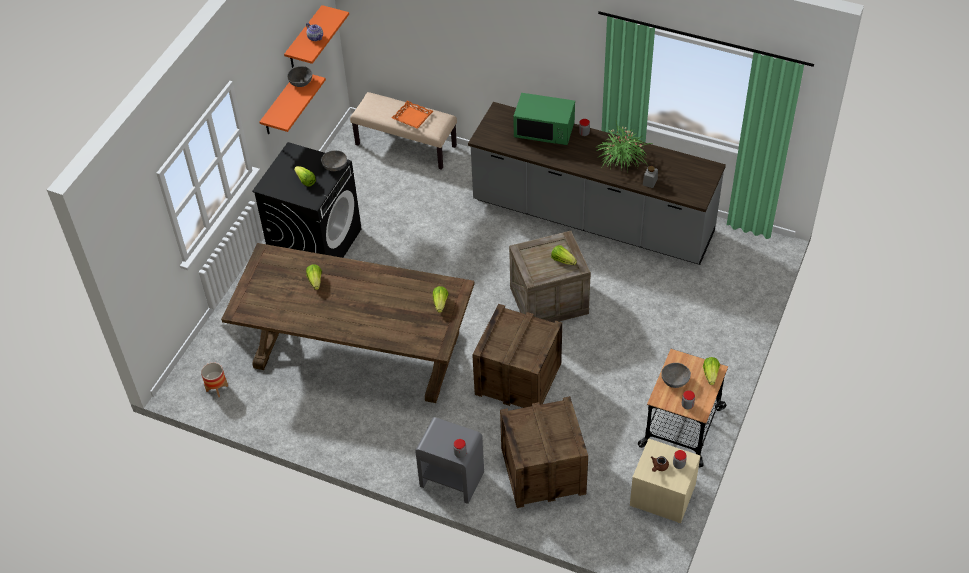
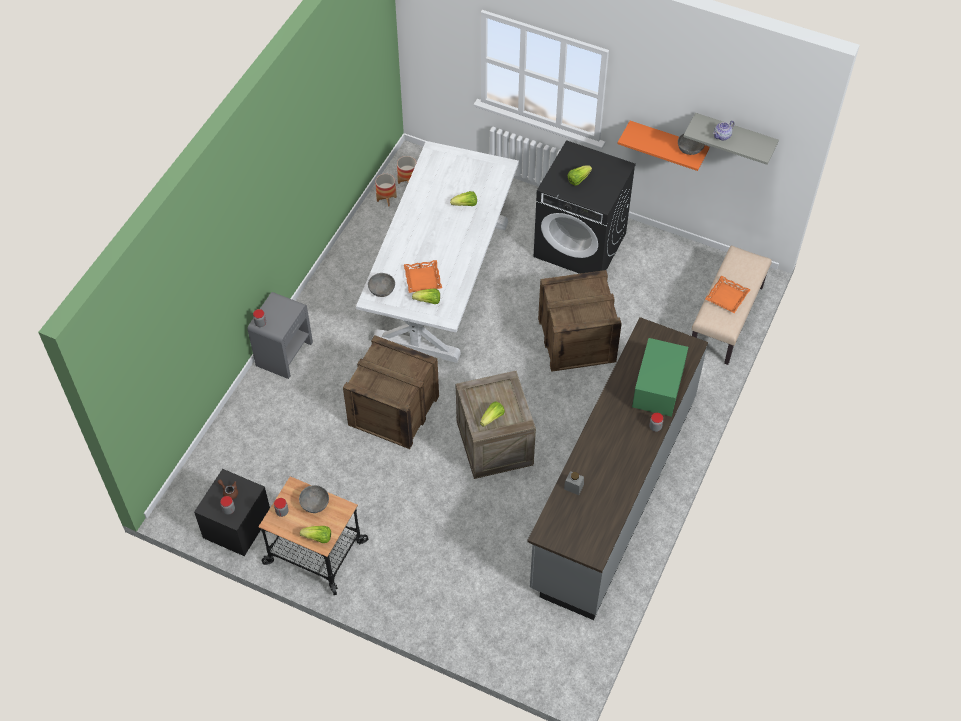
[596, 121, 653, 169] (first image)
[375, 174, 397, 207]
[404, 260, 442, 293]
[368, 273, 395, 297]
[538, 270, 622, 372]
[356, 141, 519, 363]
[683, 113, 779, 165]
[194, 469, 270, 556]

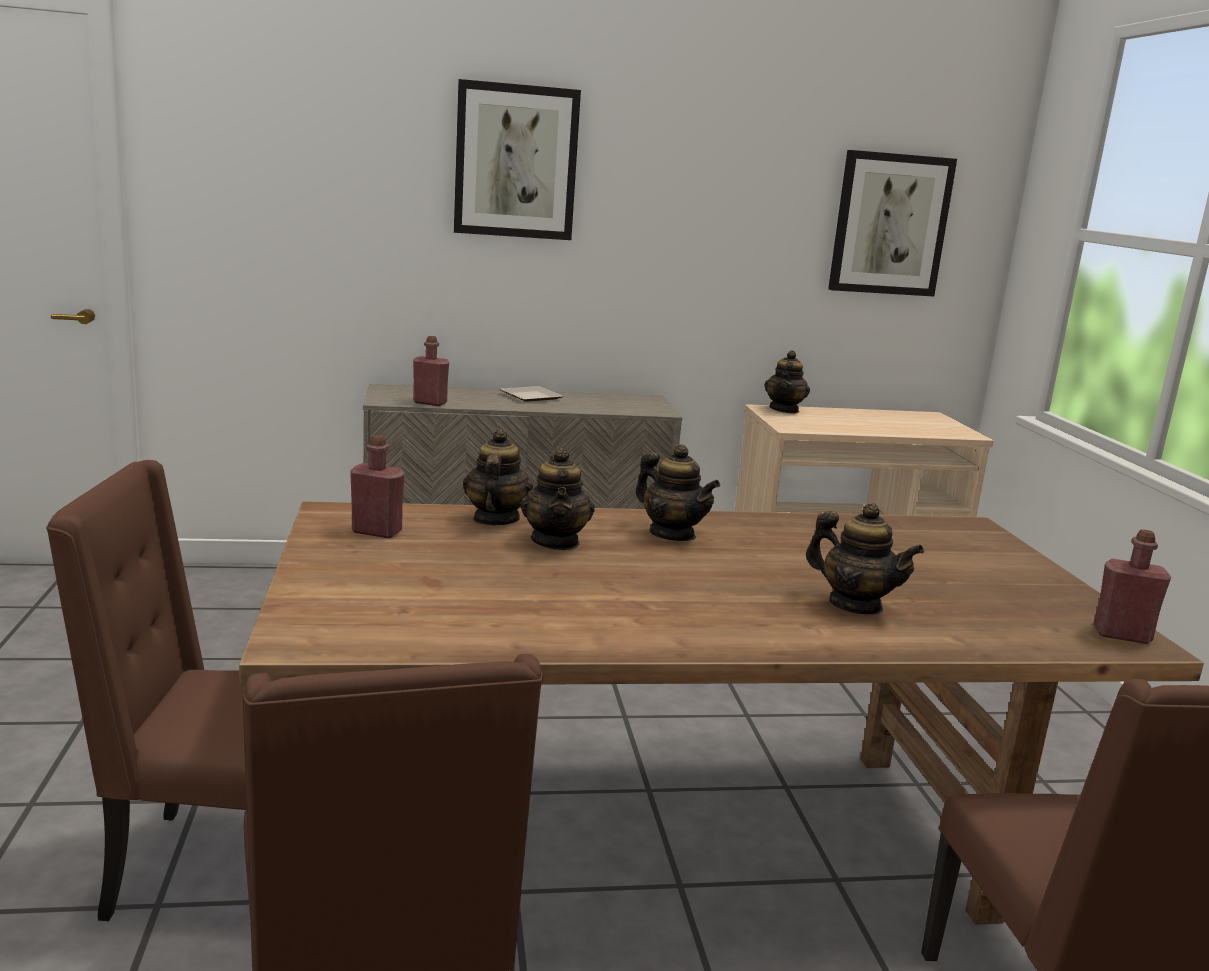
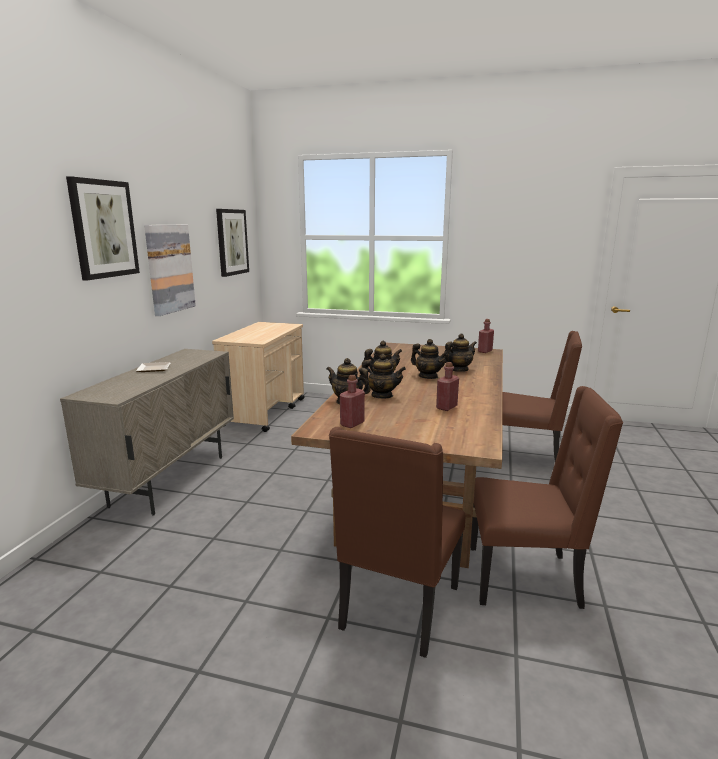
[144, 225, 196, 316]
[436, 362, 459, 411]
[411, 339, 448, 379]

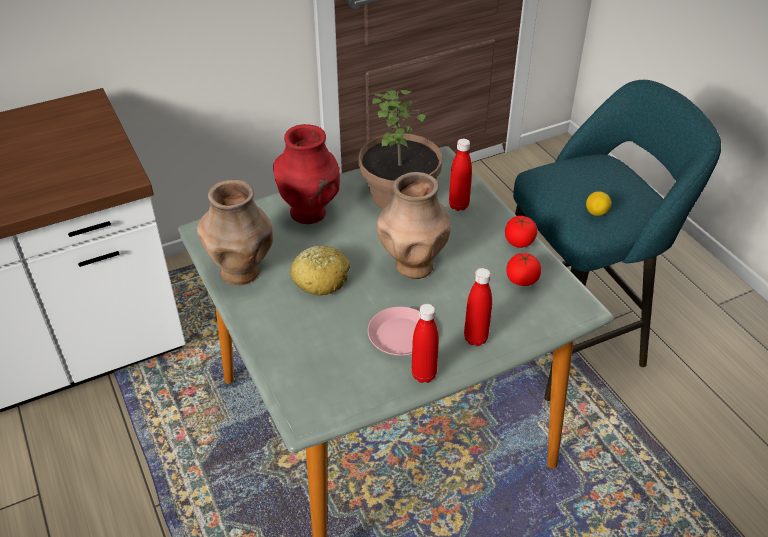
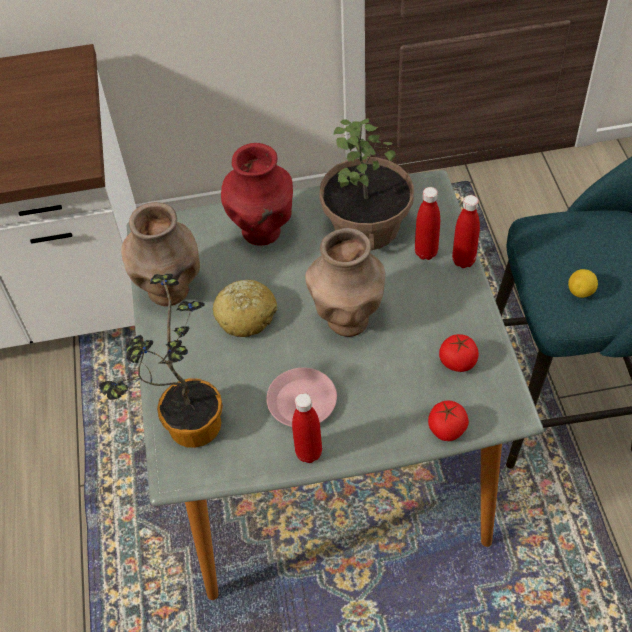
[99, 274, 223, 448]
[452, 195, 480, 268]
[428, 401, 469, 441]

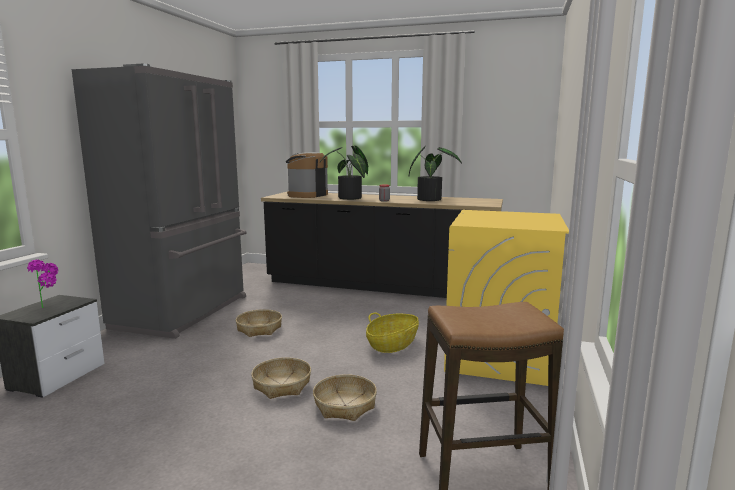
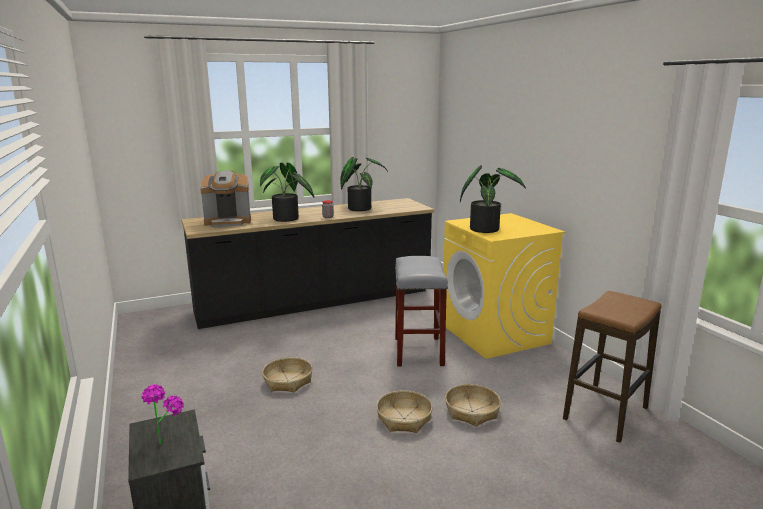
[72, 64, 247, 339] (first image)
[460, 165, 526, 233]
[395, 256, 448, 366]
[200, 171, 251, 227]

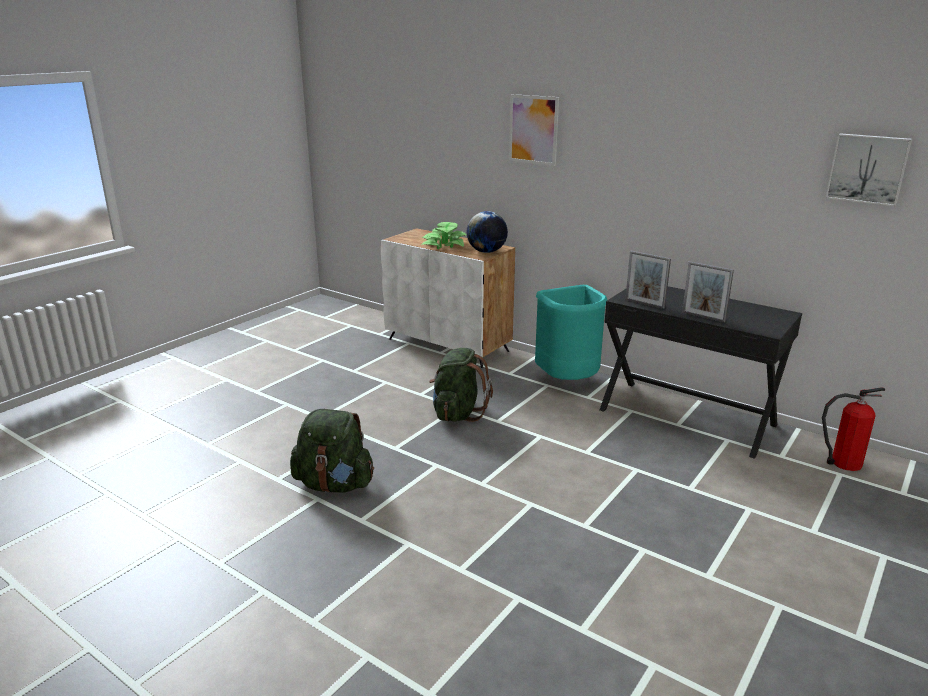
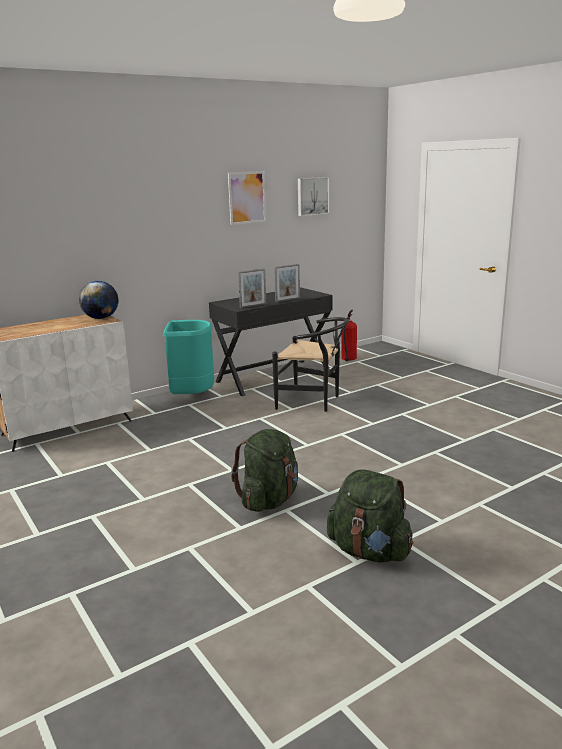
[421, 222, 466, 249] (first image)
[272, 317, 349, 412]
[327, 469, 413, 563]
[228, 171, 266, 225]

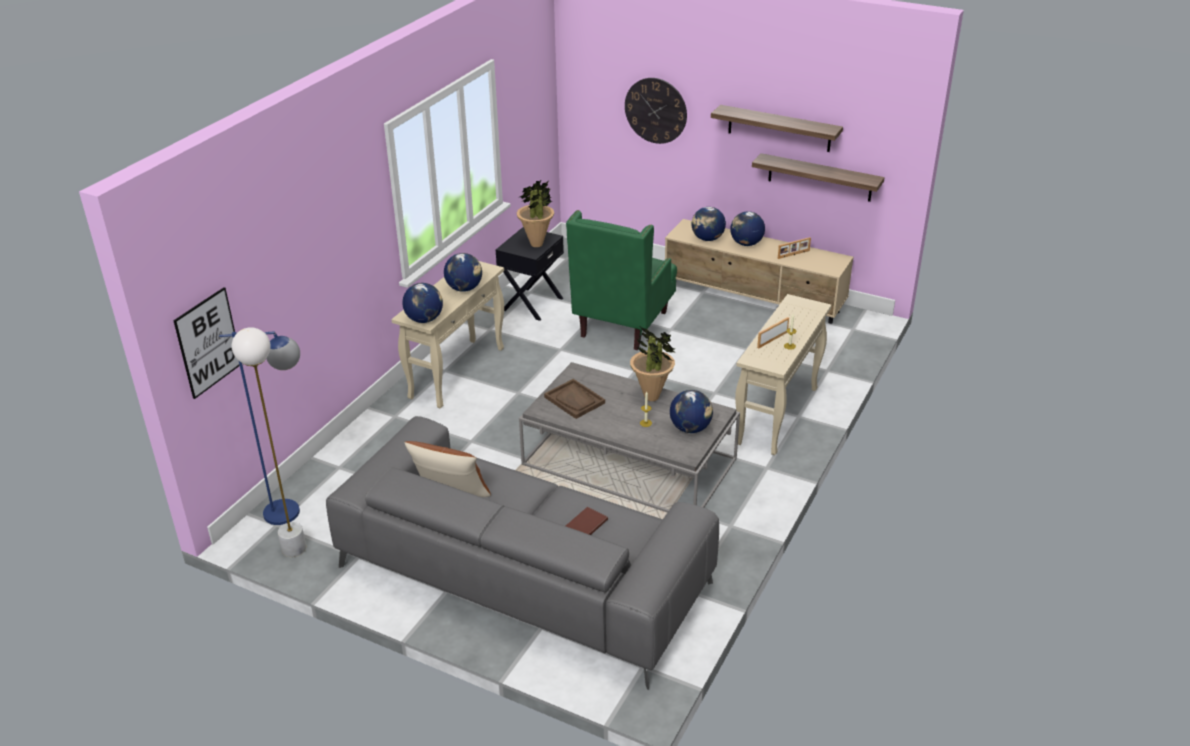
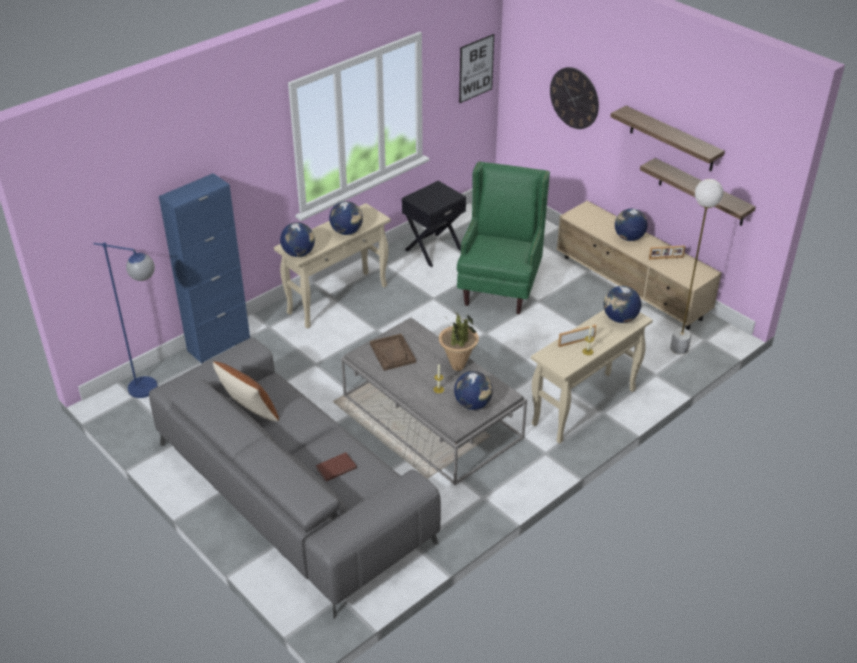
[517, 179, 554, 247] (first image)
[159, 173, 250, 364]
[459, 34, 494, 103]
[670, 179, 723, 354]
[604, 286, 641, 323]
[457, 162, 550, 314]

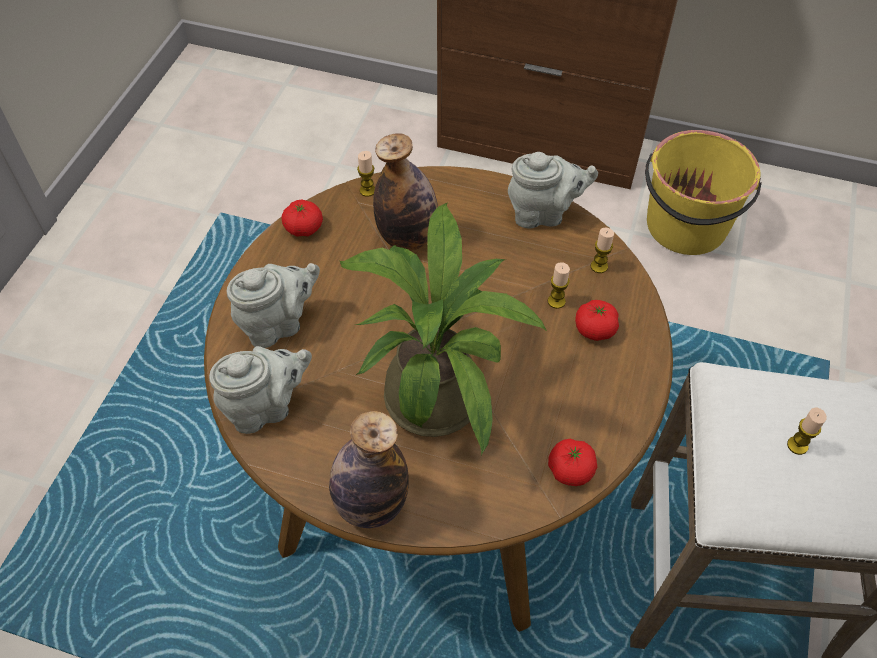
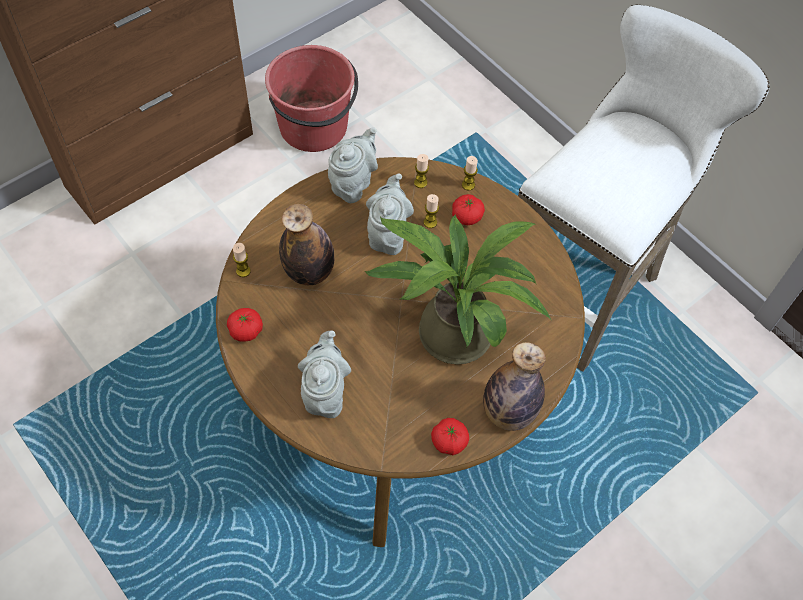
[366, 173, 414, 255]
[431, 418, 469, 455]
[462, 156, 478, 190]
[265, 45, 358, 152]

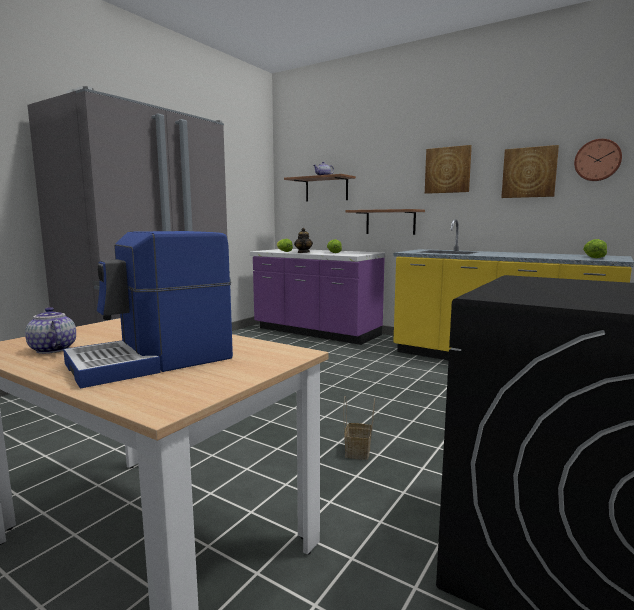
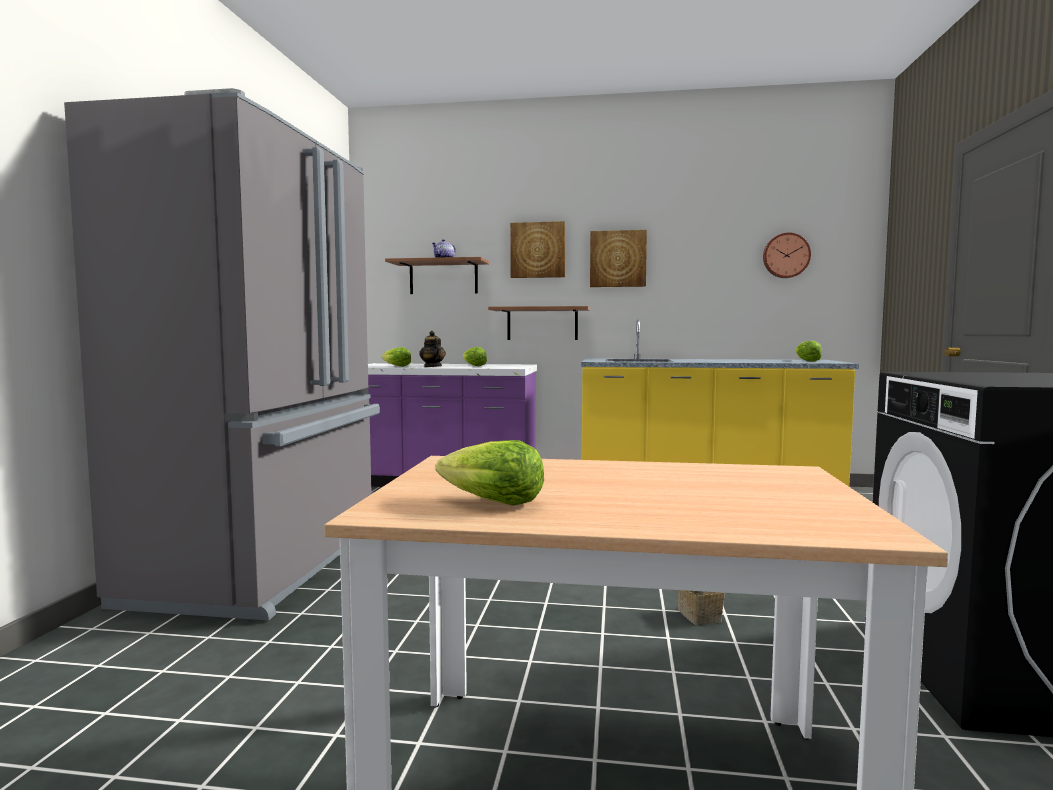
[63, 231, 233, 388] (first image)
[510, 221, 565, 278]
[436, 440, 544, 506]

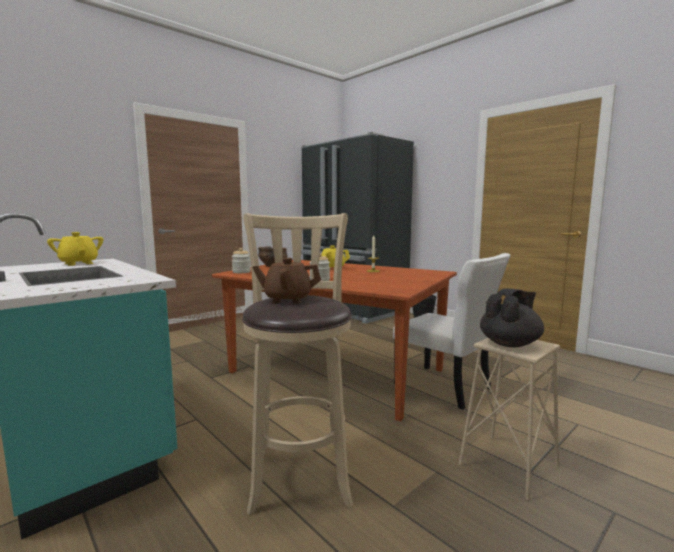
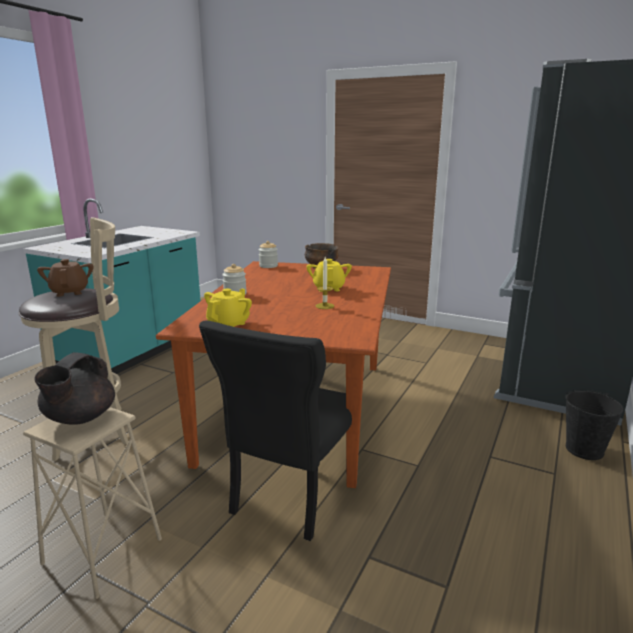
[204, 289, 252, 327]
[199, 321, 352, 541]
[34, 352, 115, 425]

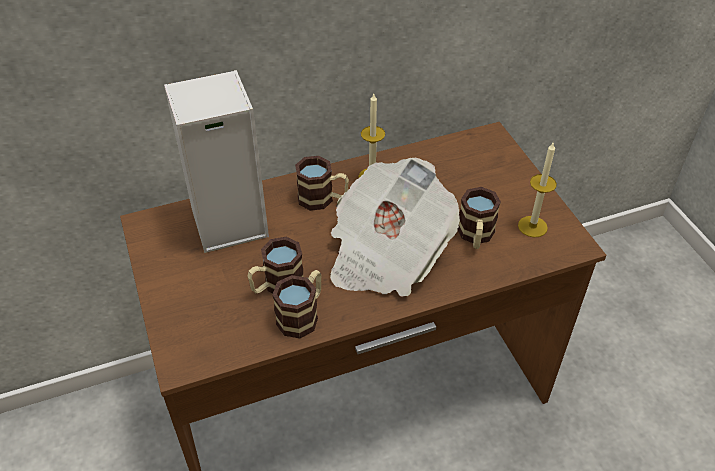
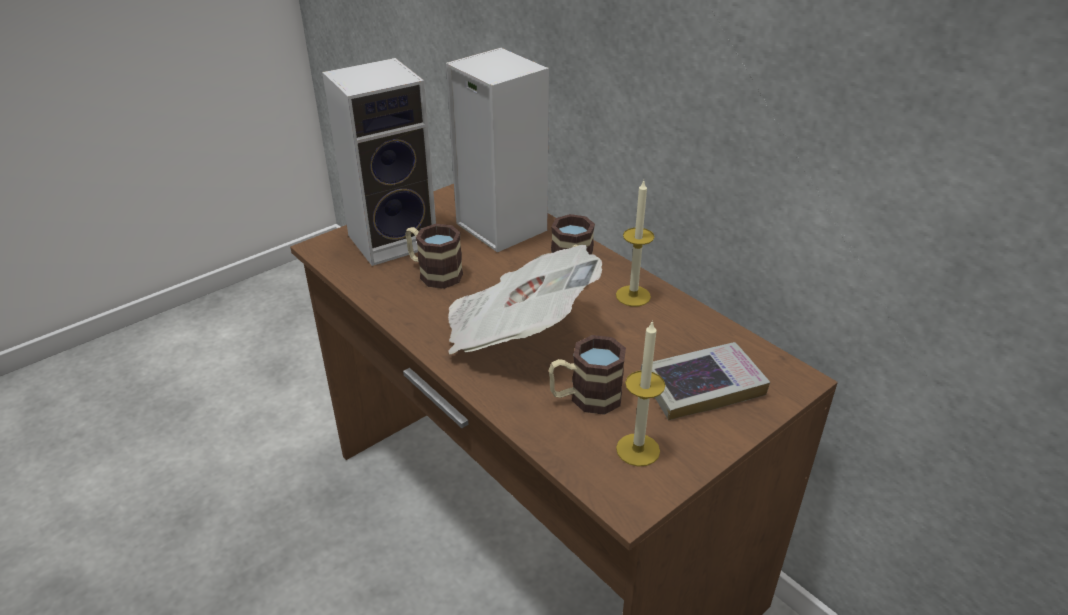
[272, 270, 321, 338] (first image)
[322, 58, 436, 266]
[640, 342, 770, 420]

